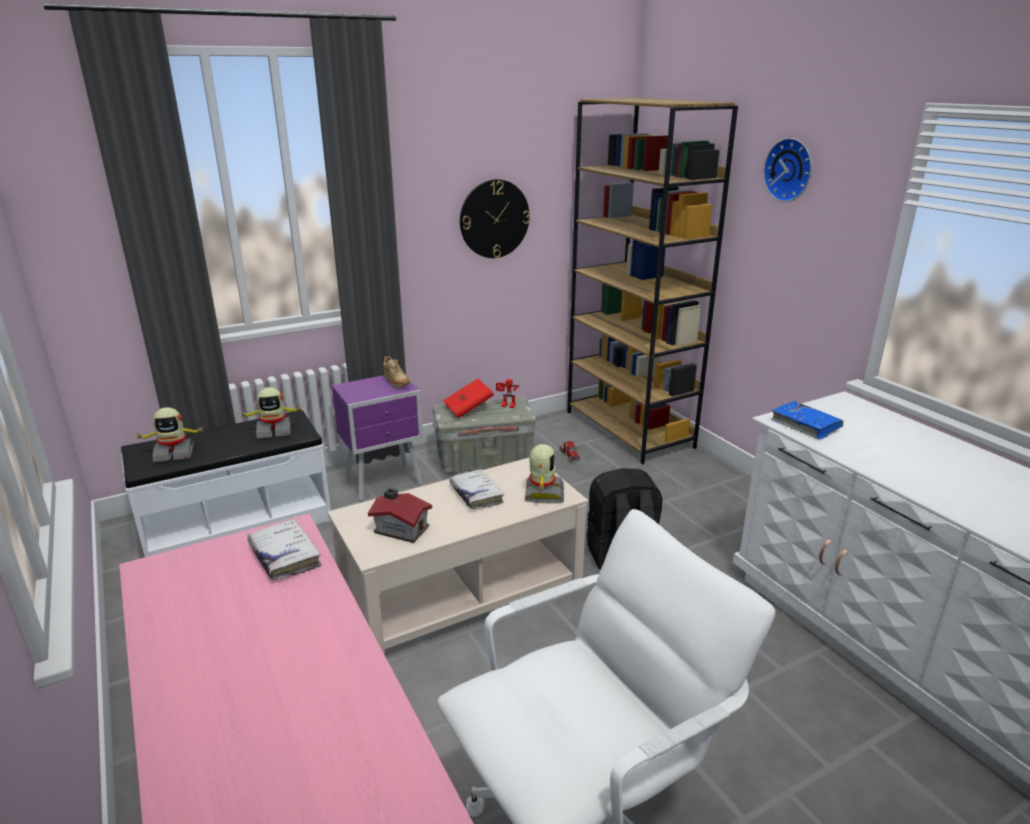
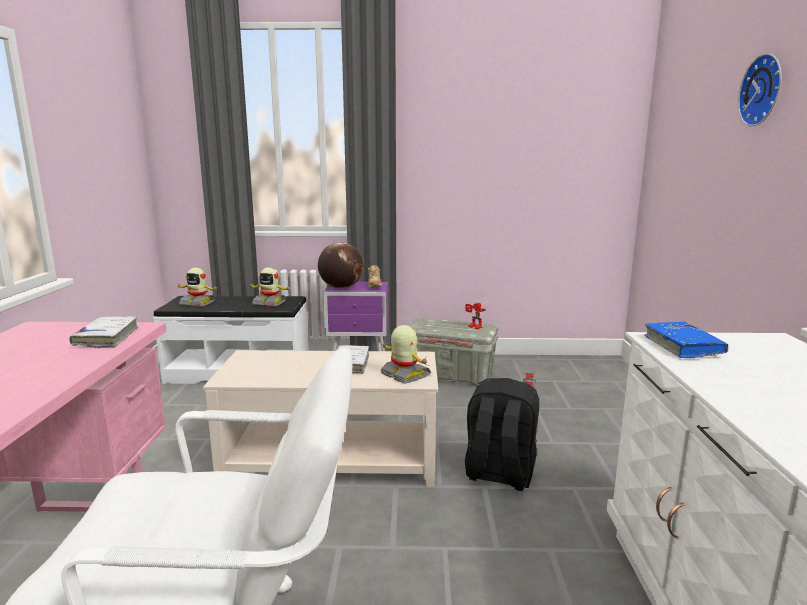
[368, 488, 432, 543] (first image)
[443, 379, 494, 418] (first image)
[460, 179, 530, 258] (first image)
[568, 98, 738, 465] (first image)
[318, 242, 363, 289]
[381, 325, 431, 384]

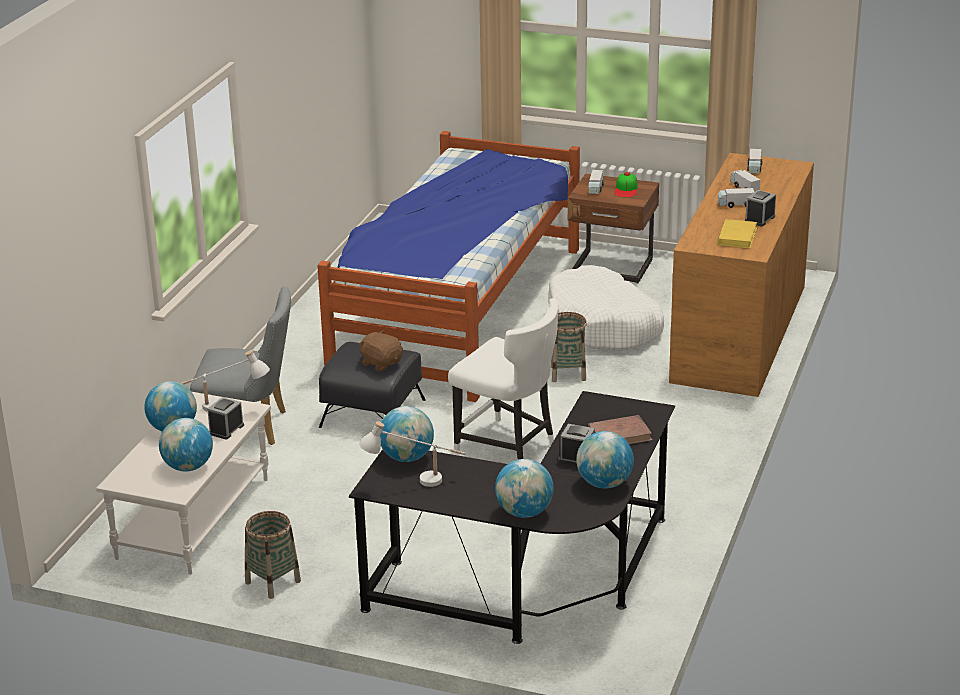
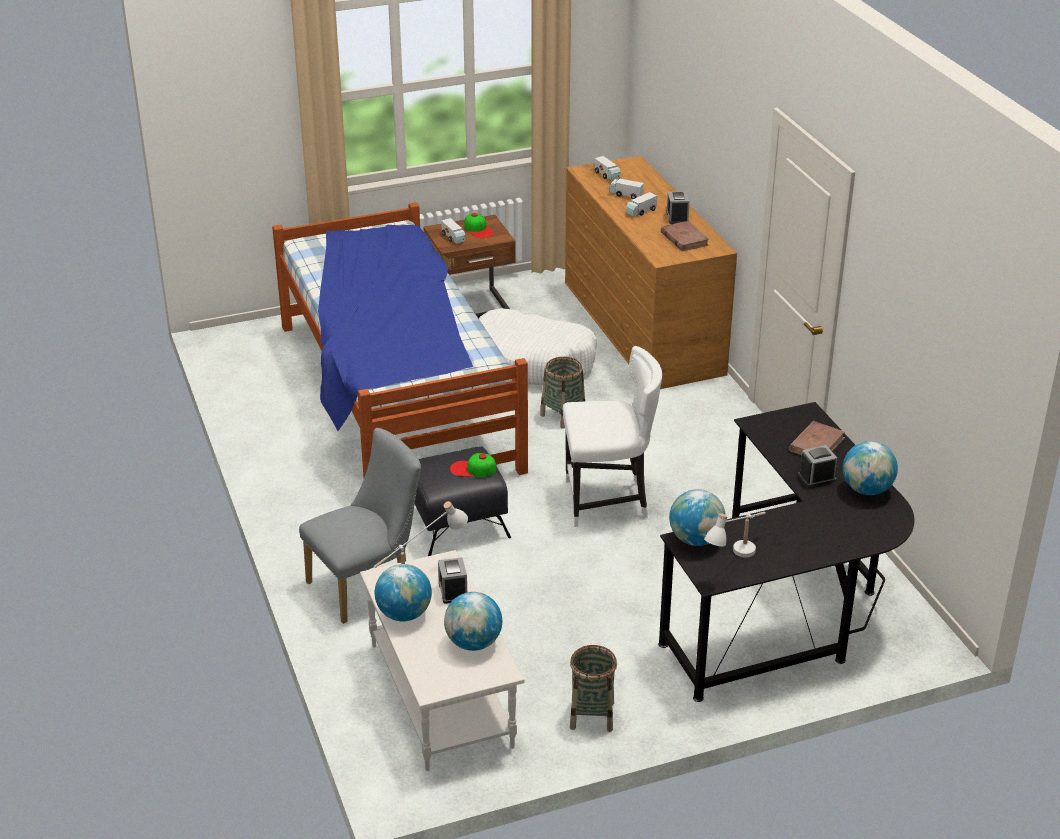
[495, 459, 554, 518] (first image)
[450, 453, 496, 477]
[661, 221, 709, 251]

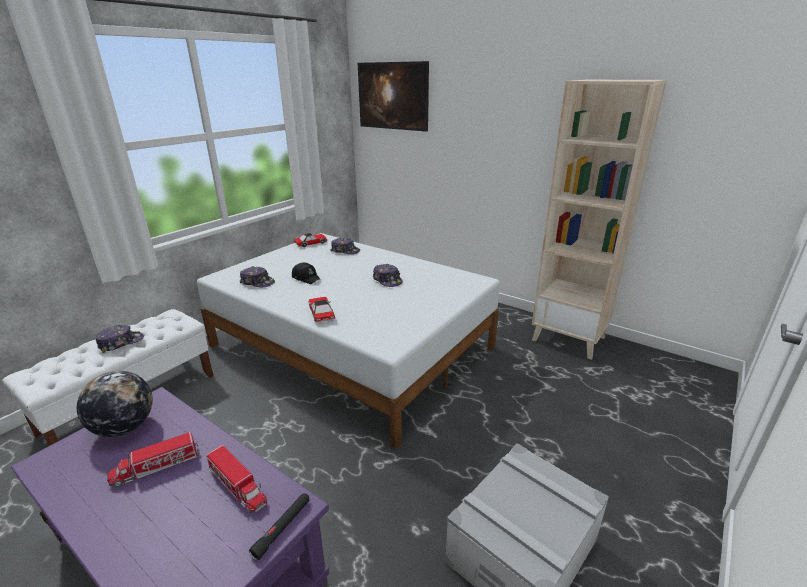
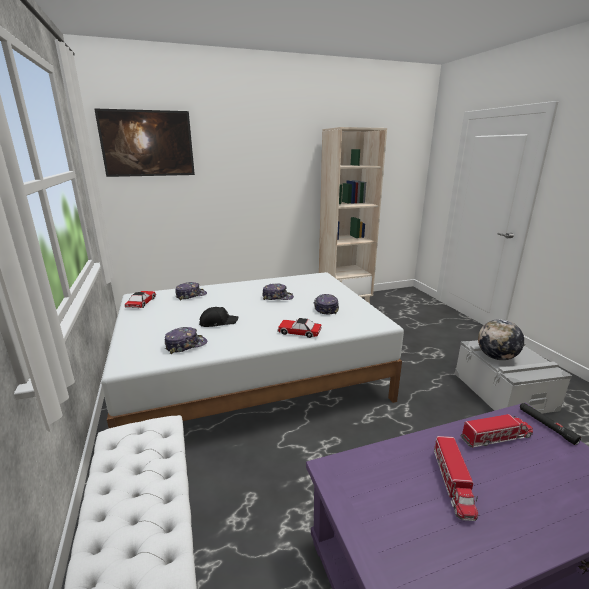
[478, 319, 524, 360]
[313, 294, 339, 314]

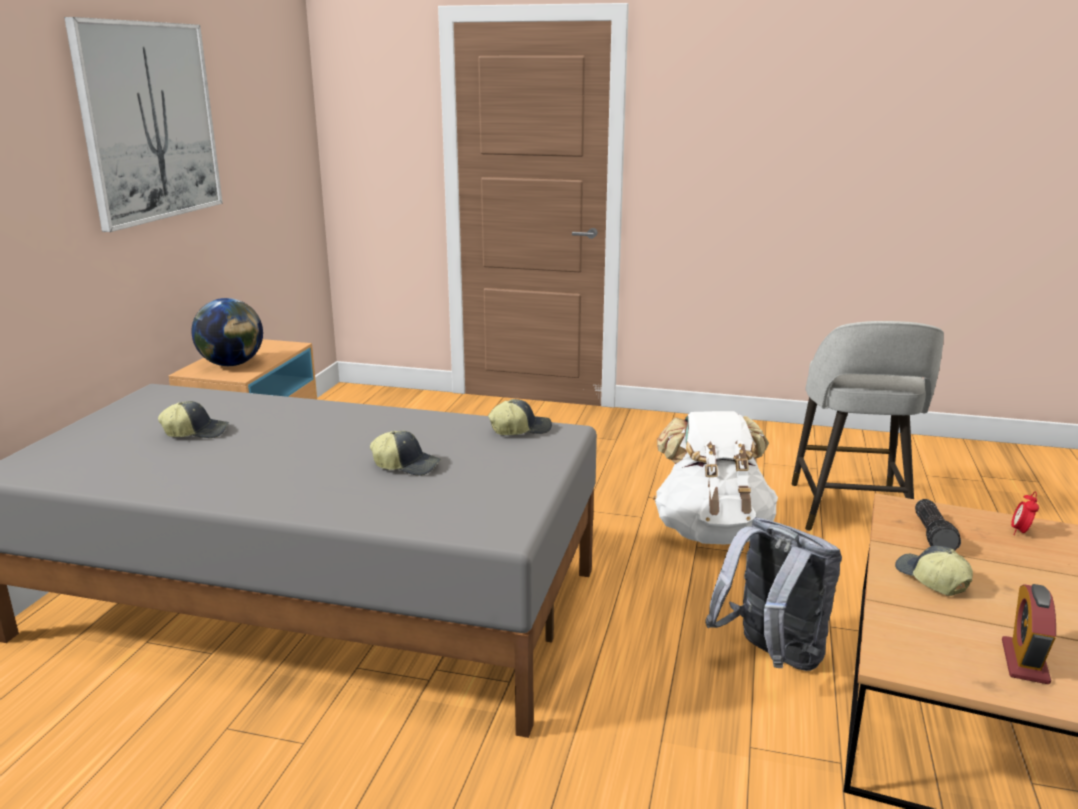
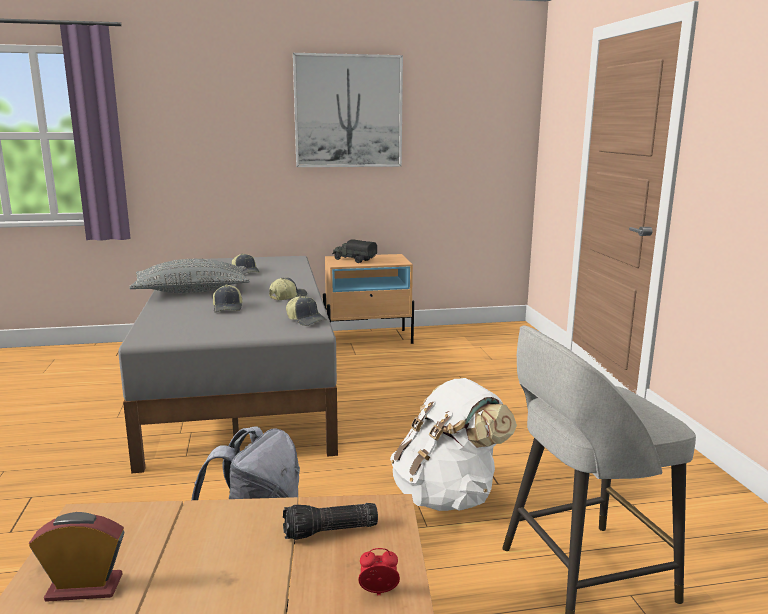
[129, 259, 250, 293]
[269, 278, 307, 300]
[332, 239, 377, 263]

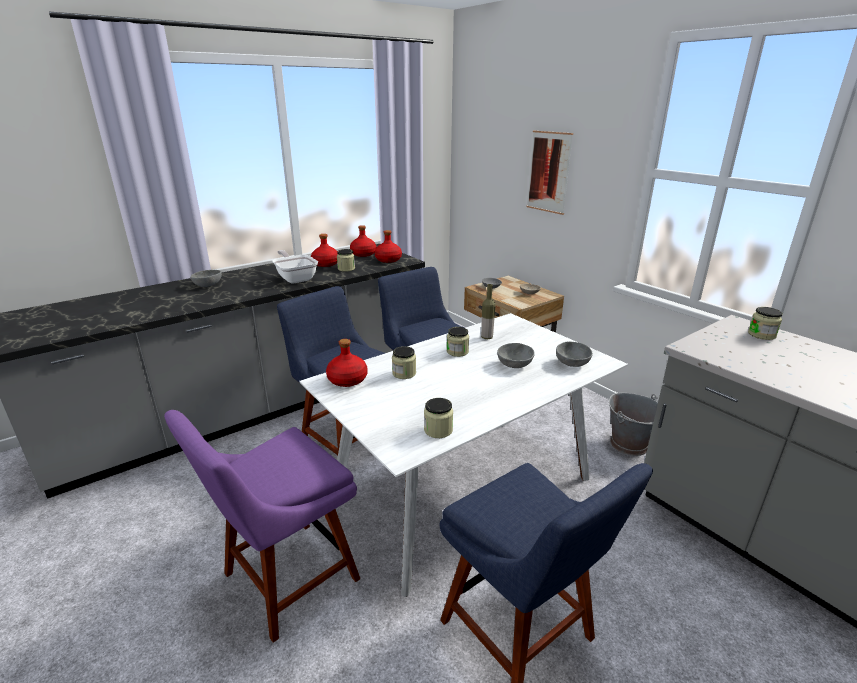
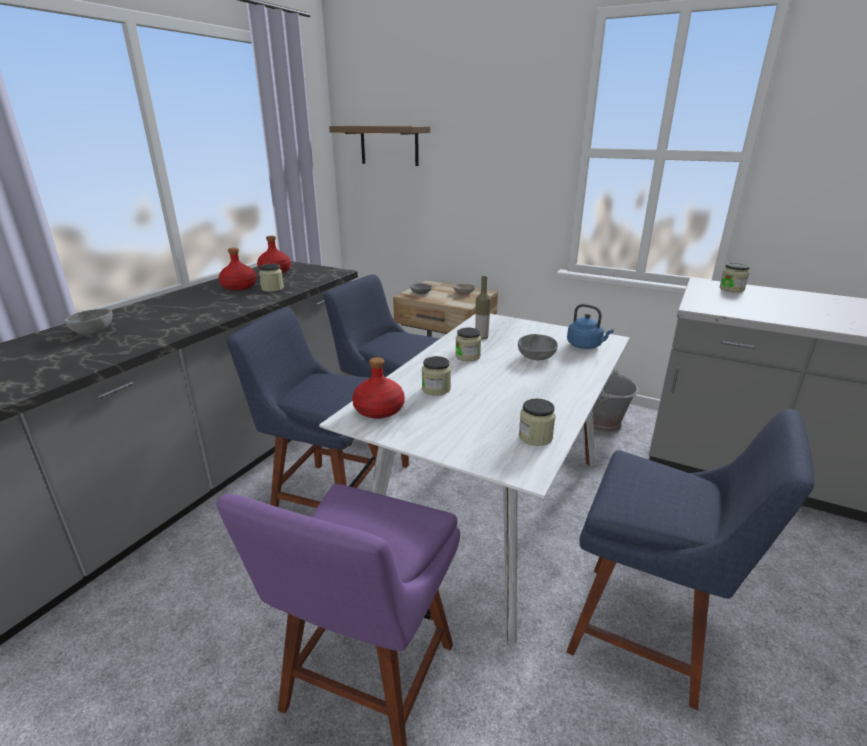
[273, 250, 318, 284] (first image)
[375, 230, 402, 263] (first image)
[527, 131, 573, 215] (first image)
[329, 126, 430, 166]
[567, 304, 614, 349]

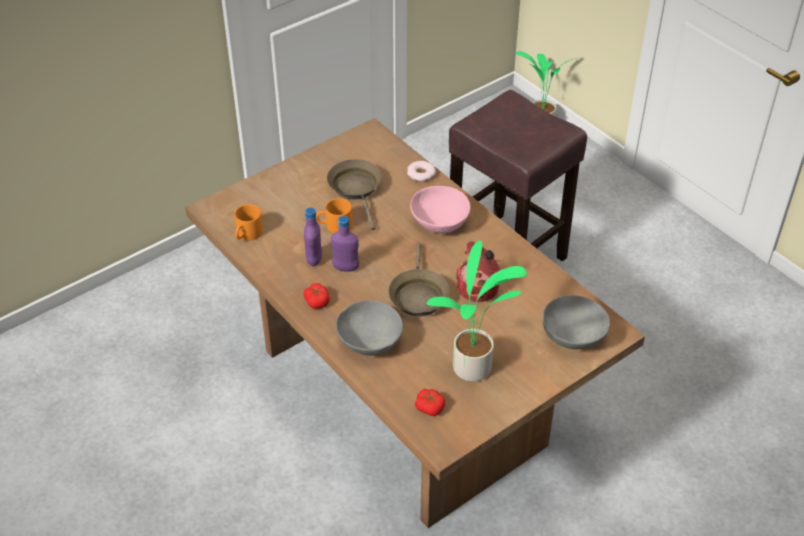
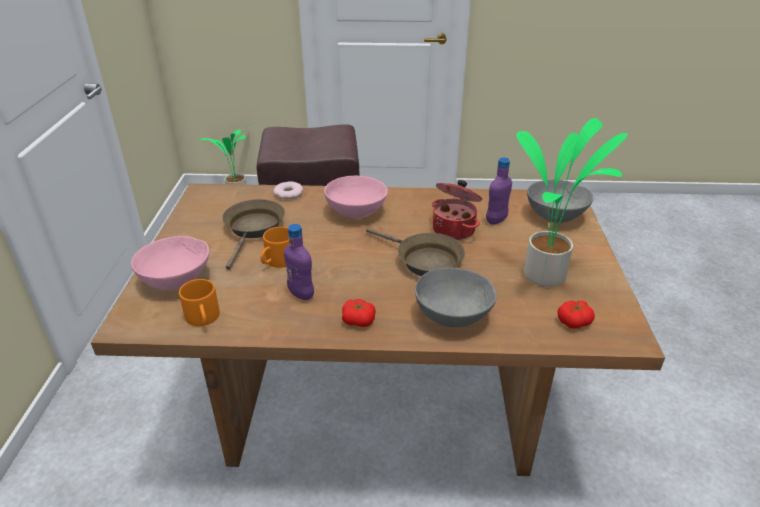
[131, 236, 209, 290]
[486, 157, 512, 224]
[222, 199, 285, 270]

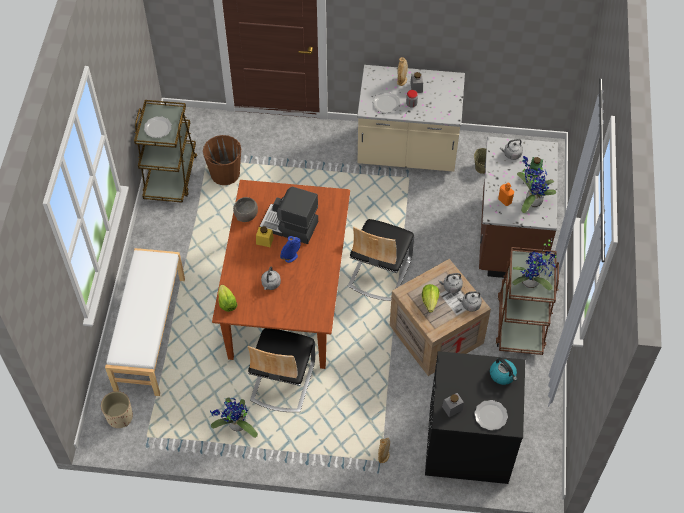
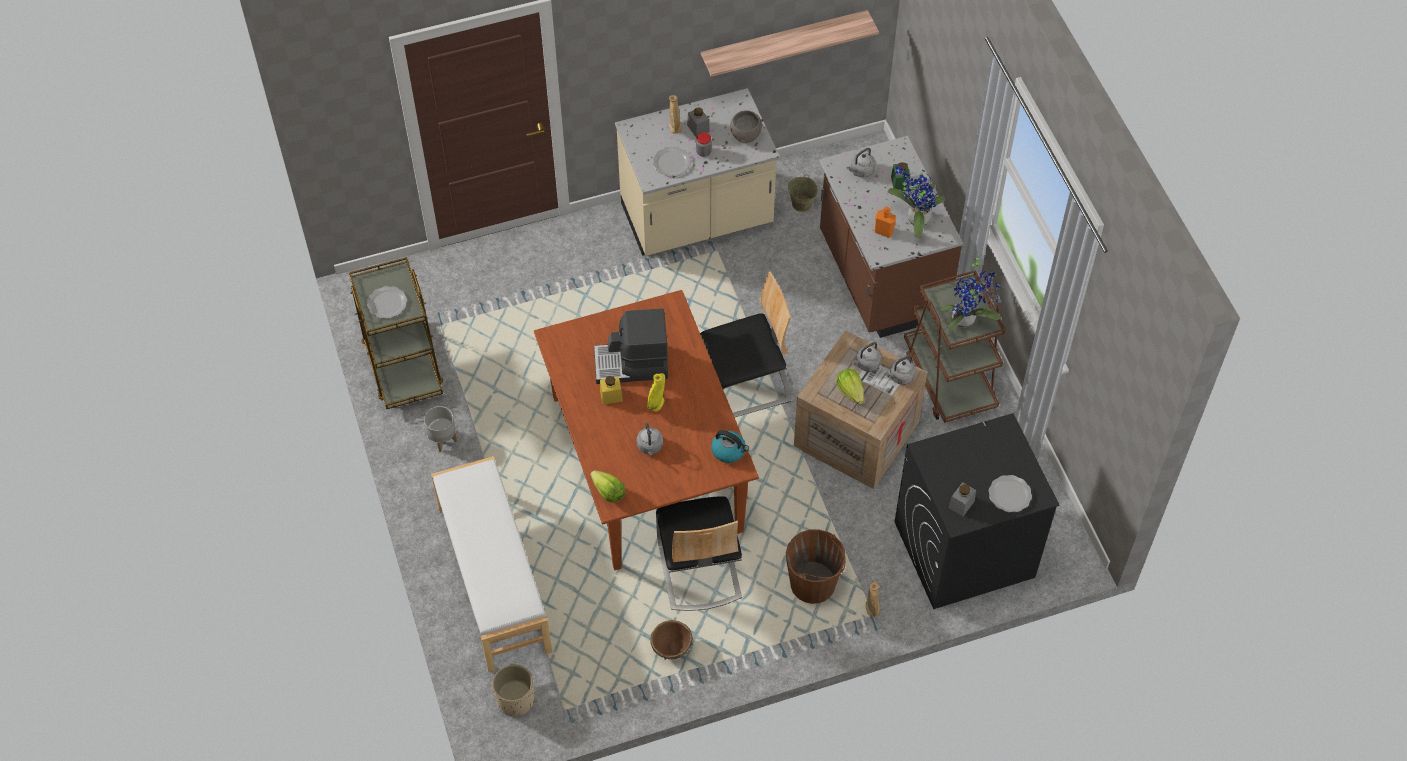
[424, 406, 457, 452]
[701, 10, 879, 77]
[786, 529, 846, 604]
[730, 110, 762, 143]
[711, 430, 749, 463]
[650, 620, 693, 660]
[647, 373, 665, 412]
[700, 272, 791, 417]

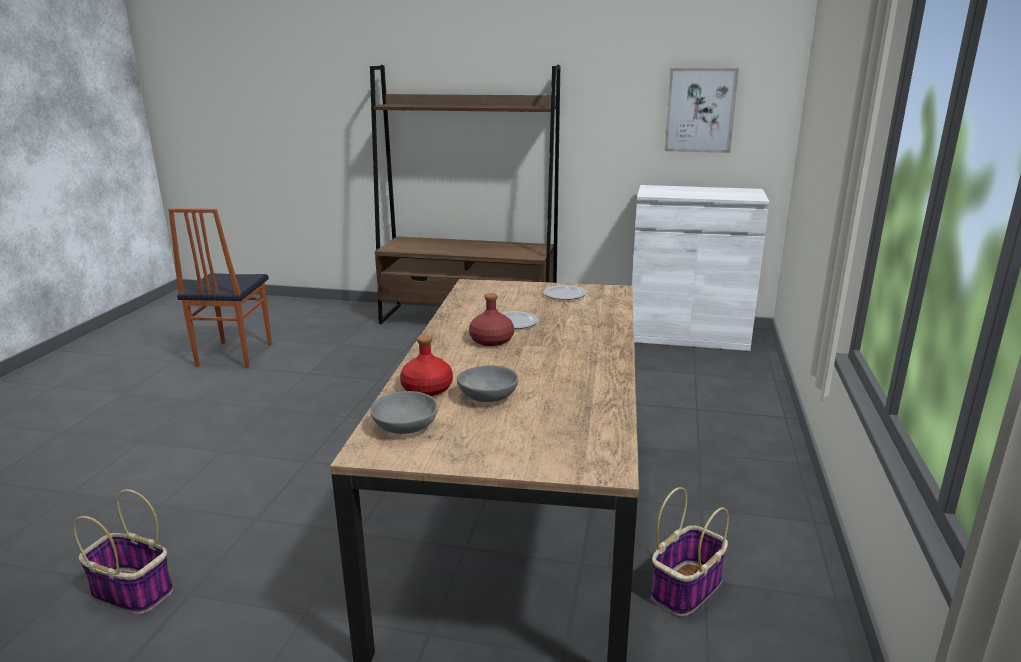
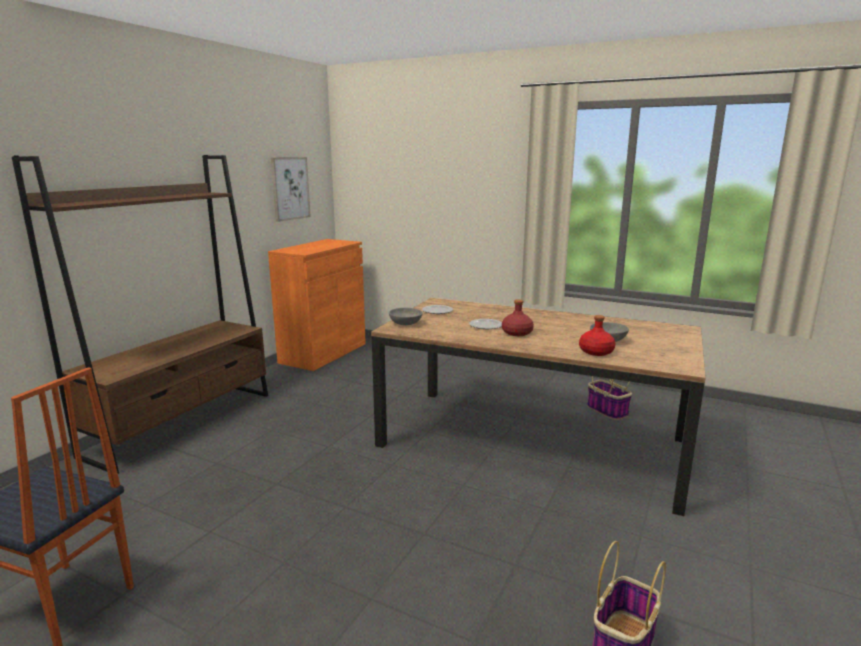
[389, 308, 423, 325]
[268, 239, 366, 371]

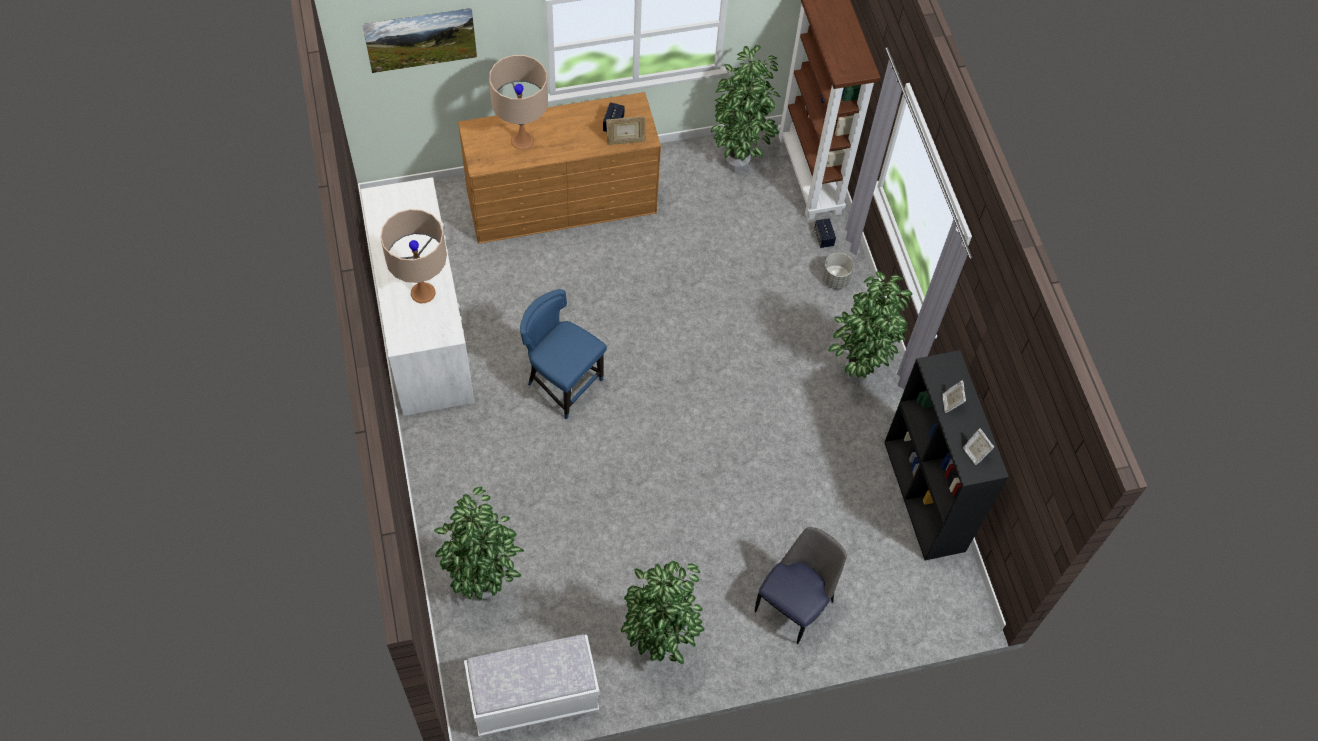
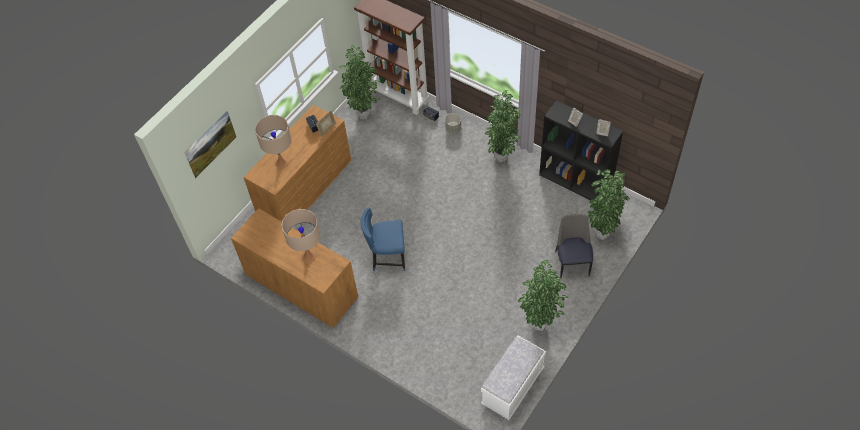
[588, 170, 630, 240]
[231, 208, 358, 328]

